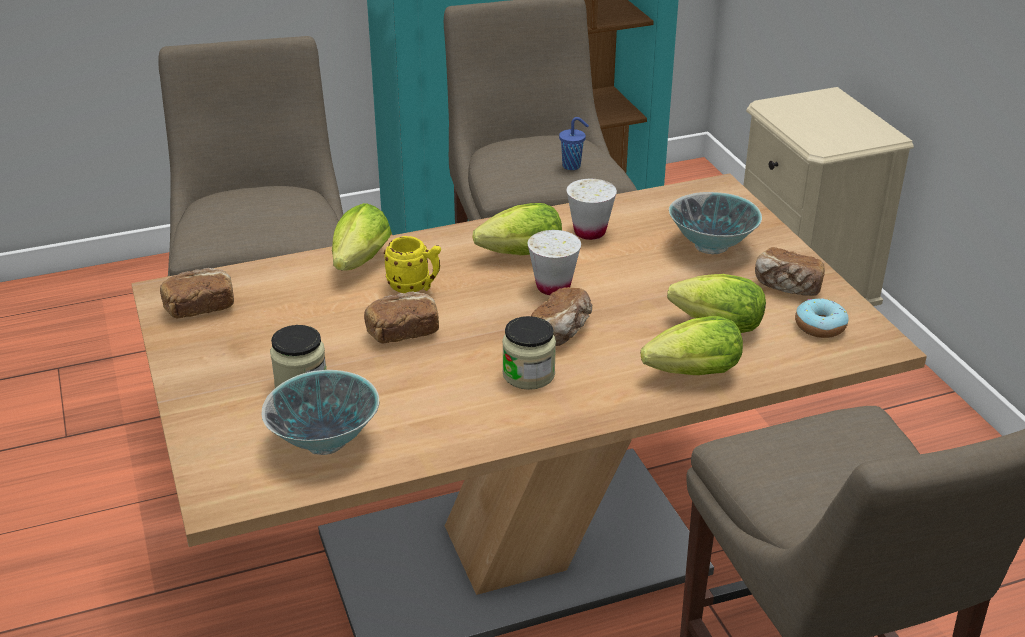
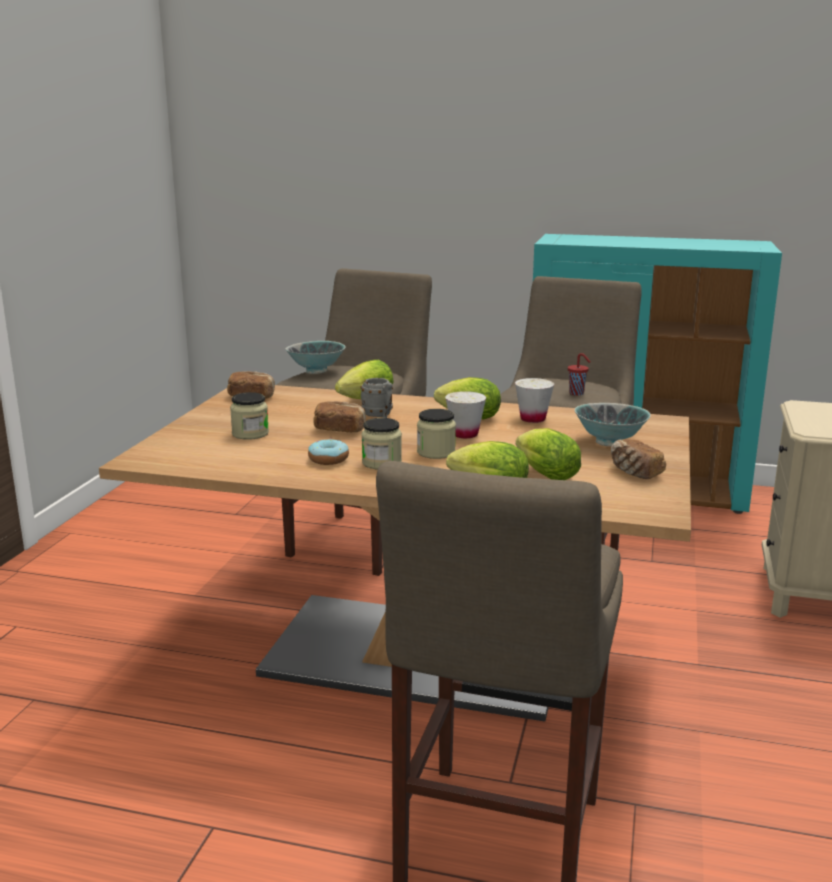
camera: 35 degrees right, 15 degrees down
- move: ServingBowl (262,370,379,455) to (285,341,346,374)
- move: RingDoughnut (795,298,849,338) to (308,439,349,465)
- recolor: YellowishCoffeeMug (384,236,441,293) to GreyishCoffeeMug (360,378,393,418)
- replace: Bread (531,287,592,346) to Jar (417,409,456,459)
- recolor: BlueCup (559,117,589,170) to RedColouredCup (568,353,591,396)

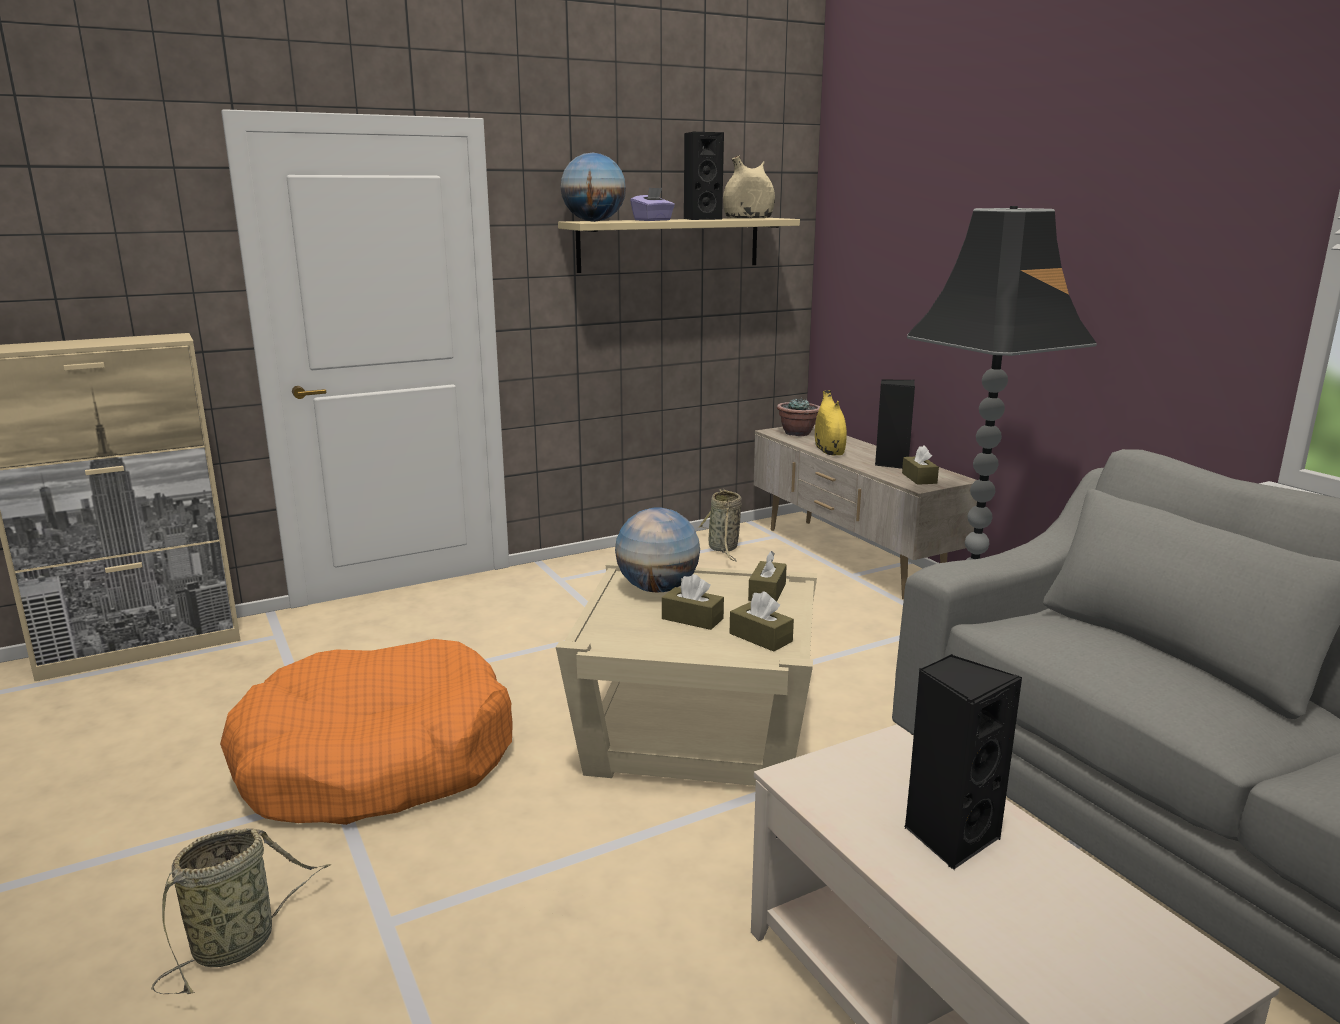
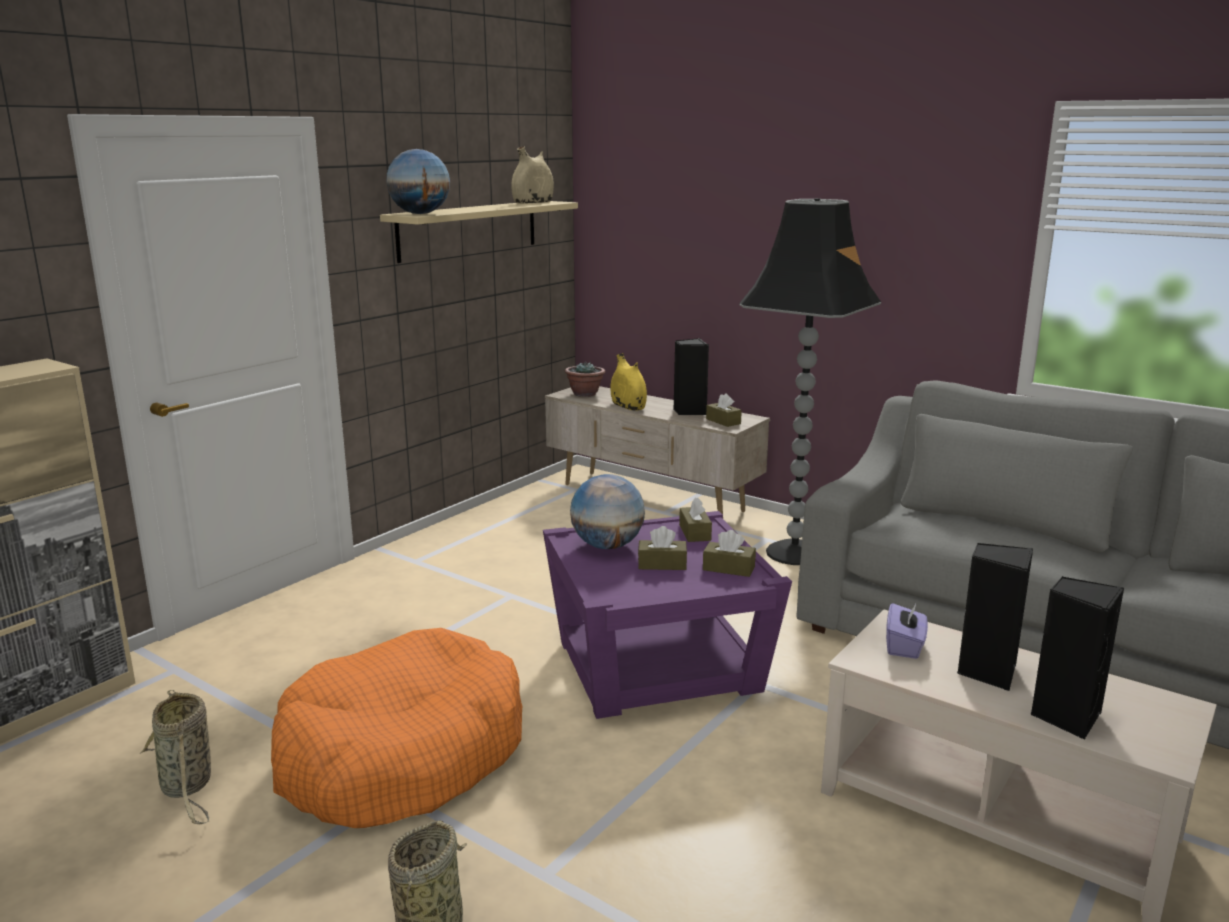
camera: 25 degrees left, 0 degrees up
- move: HouseholdBasket (698,489,742,562) to (140,690,211,824)
- recolor: BeigeEndTable (556,561,817,786) to PurpleEndTable (543,511,792,719)
- move: PurpleTissueBox (630,187,675,221) to (886,602,928,659)
- move: BlackishAudioSpeaker (684,132,724,220) to (1030,577,1124,740)

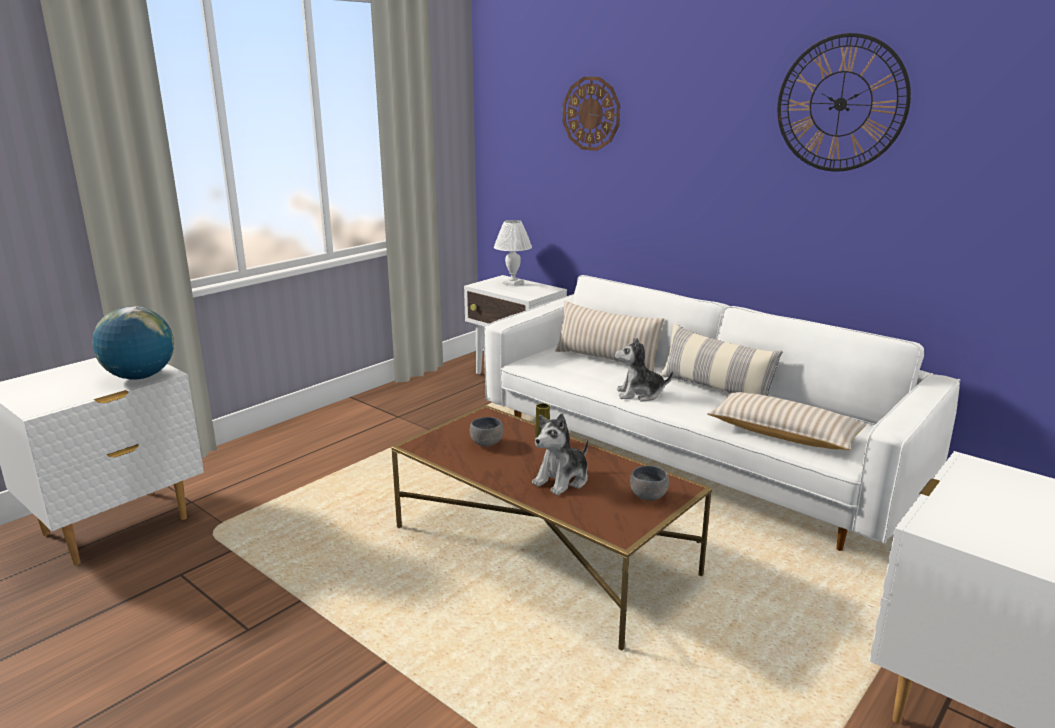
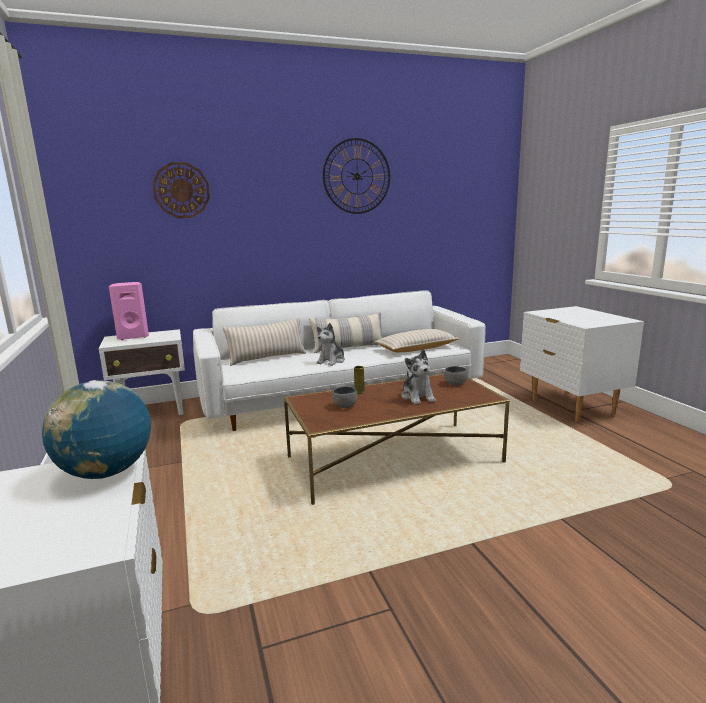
camera: 60 degrees left, 5 degrees down
- replace: WhitishLampForATable (494,220,532,286) to PinkishAudioSpeaker (109,282,149,340)

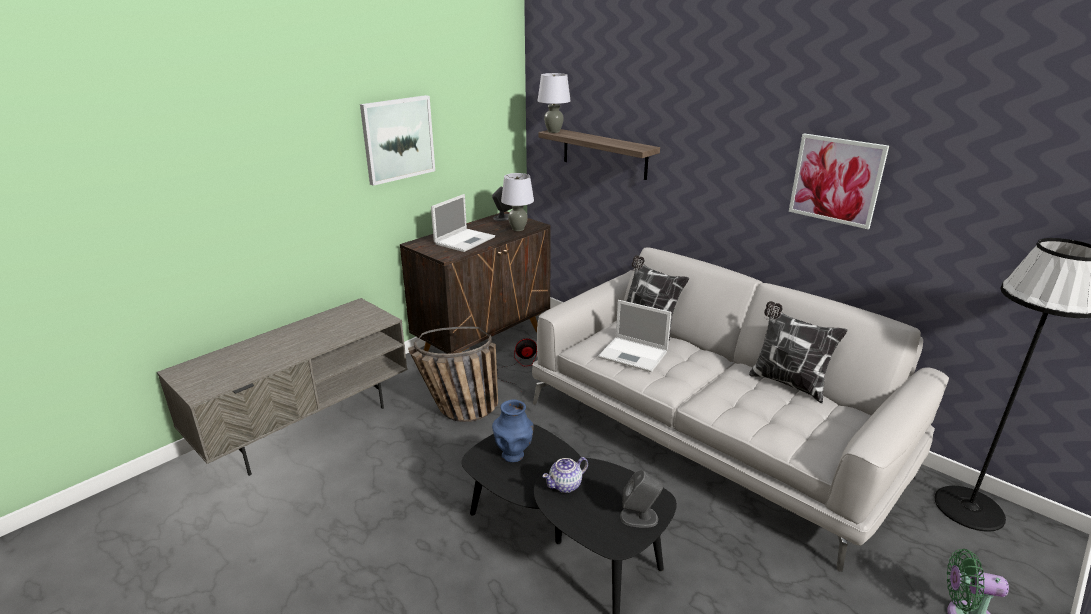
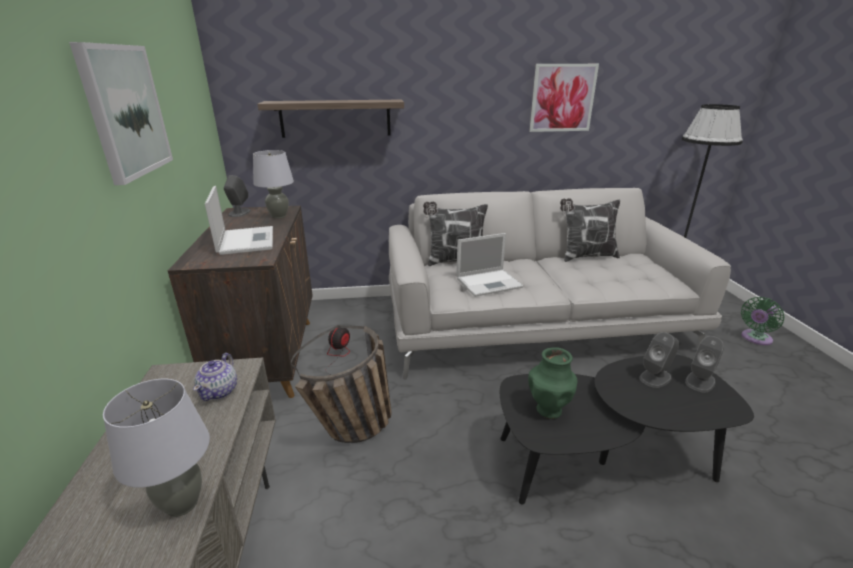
camera: 50 degrees left, 0 degrees up
- move: GreyishLampForATable (538,73,571,133) to (103,379,210,517)
- move: Teapot (542,457,588,493) to (193,353,237,401)
- recolor: BlueFlowerVase (492,400,534,462) to GreenishFlowerVase (528,347,577,419)
- insert: GreyishAudioSpeaker (639,332,679,388)

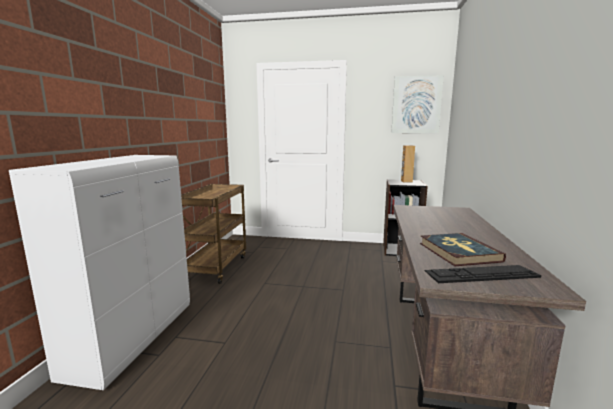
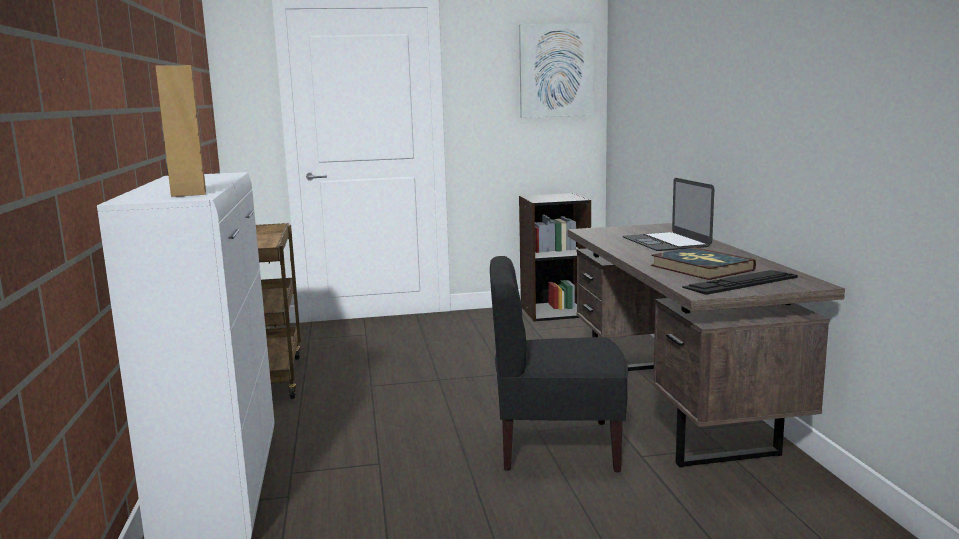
camera: 20 degrees left, 0 degrees up
- move: BrownColouredAudioSpeaker (401,145,415,183) to (155,65,206,197)
- insert: BlackishChair (490,256,628,472)
- insert: PortableComputer (623,178,714,251)

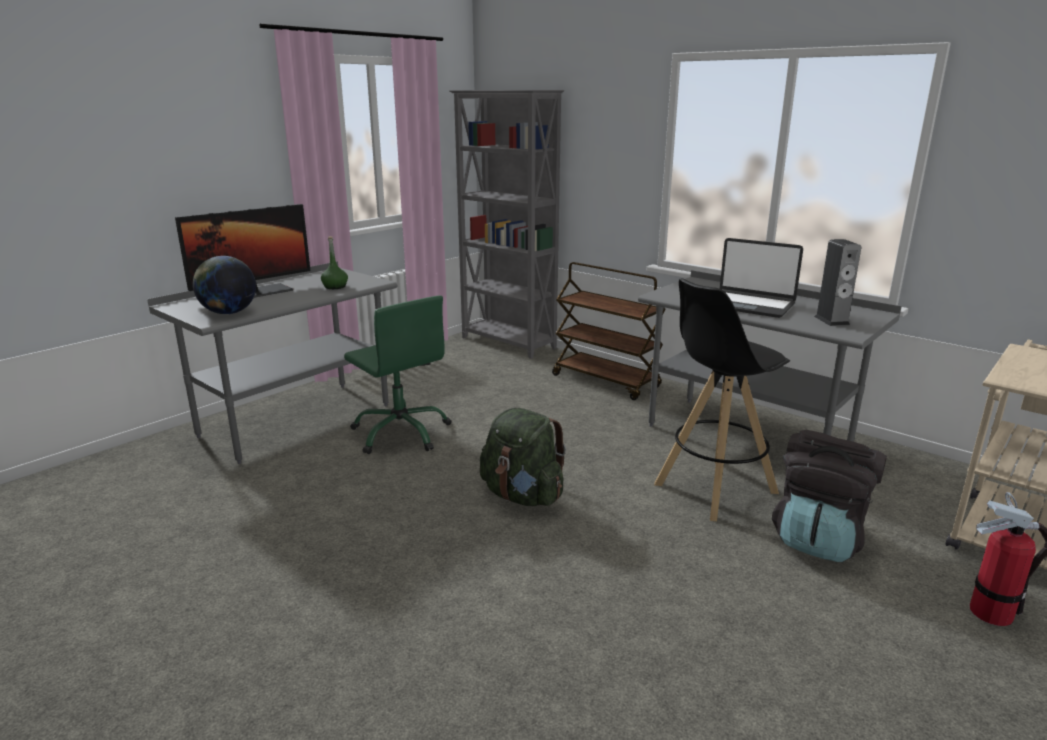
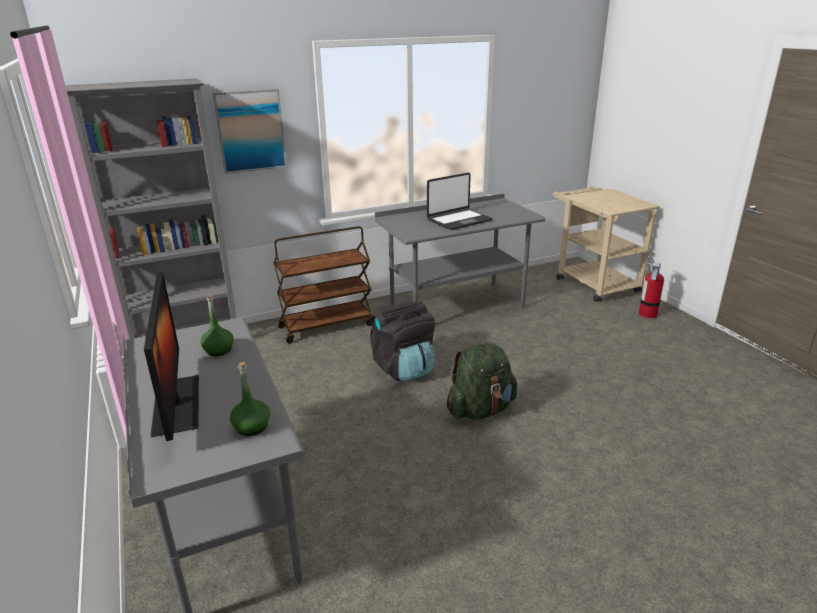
camera: 65 degrees left, 5 degrees up
- insert: WallArt (213,89,287,174)
- replace: Globe (193,256,256,314) to GreenishBottle (230,362,270,436)
- move: BlackishKnapsack (772,430,887,562) to (370,301,435,381)
- delete: GreenishComputerChair (344,295,452,454)
- delete: BlackishStoolSeat (654,278,790,521)
- delete: AudioSpeaker (814,239,861,326)

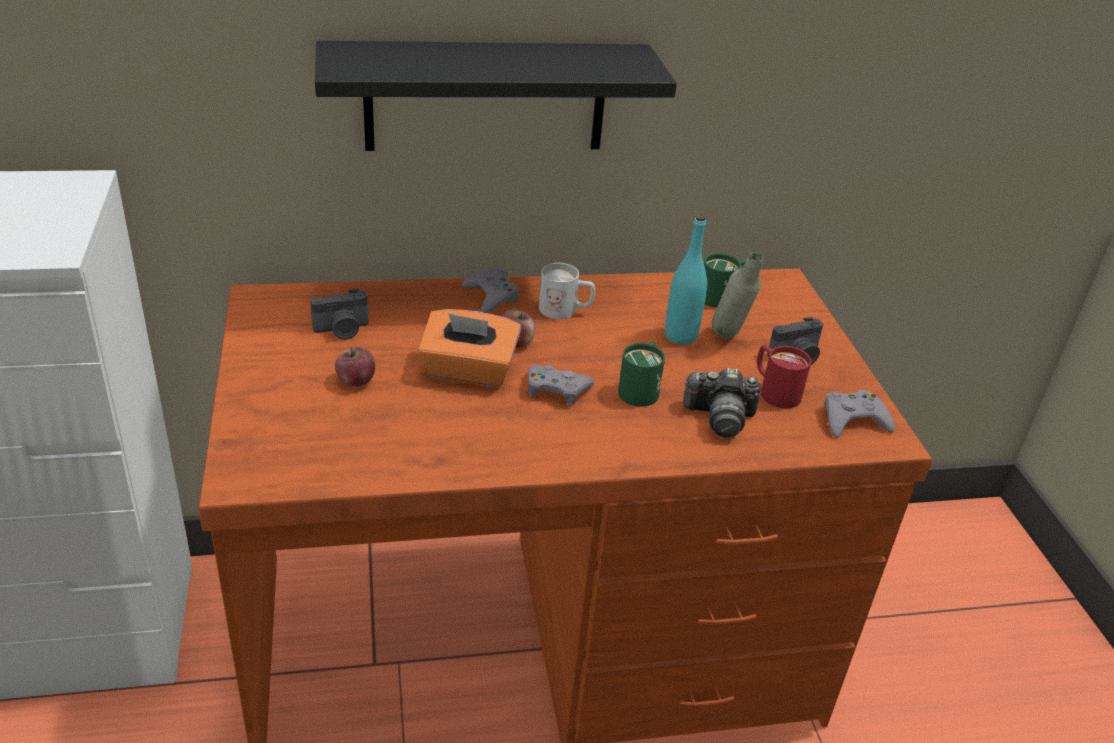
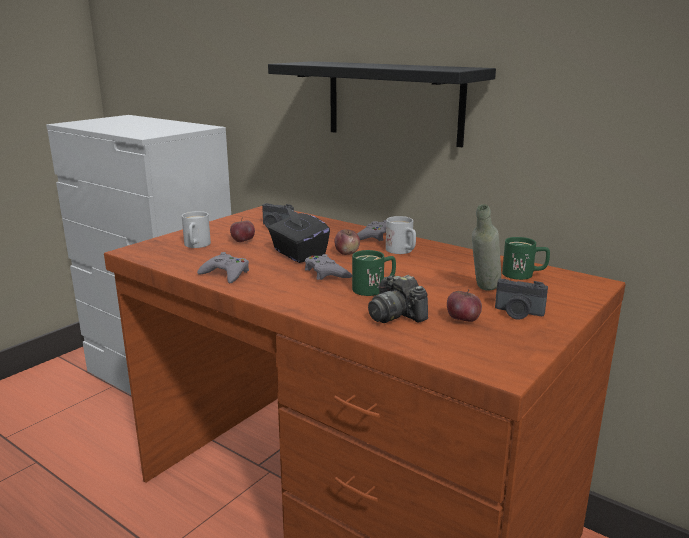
camera: 50 degrees right, 15 degrees down
- insert: WhitishCoffeeMug (182,211,211,248)
- move: GreyishGamepad (824,390,895,438) to (197,252,249,283)
- recolor: OrangeColouredTissueBox (418,309,521,388) to BlackishTissueBox (268,206,330,263)
- replace: RedColouredCoffeeMug (757,345,811,408) to WholeApple (447,289,482,322)
- delete: BlueGreenBottle (665,215,707,345)

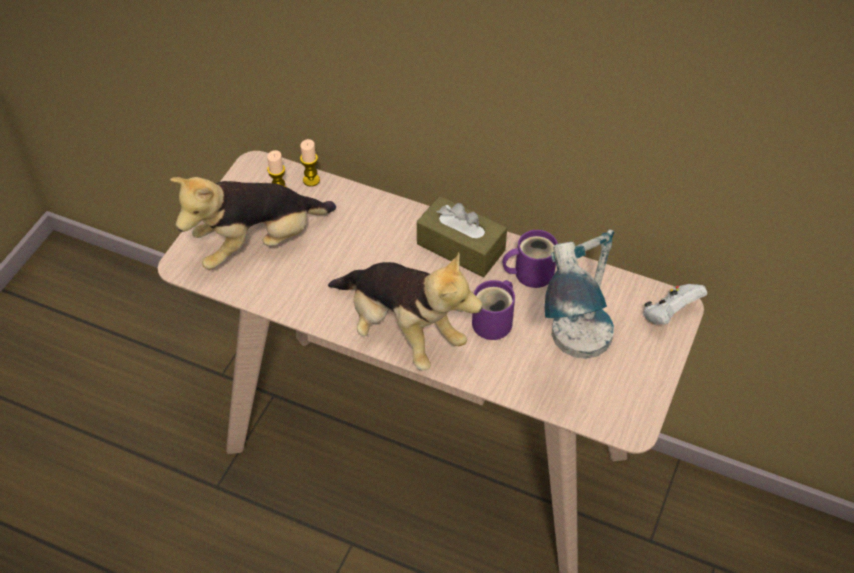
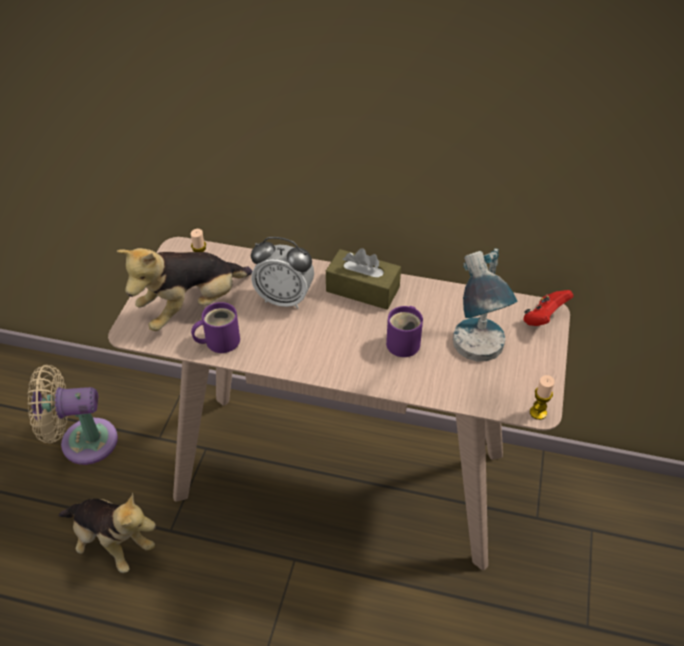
camera: 10 degrees left, 5 degrees down
- insert: BeigeFan (27,365,118,465)
- move: SoftToy (328,252,483,370) to (59,493,156,573)
- move: PurpleCoffeeMug (502,230,558,288) to (191,302,240,353)
- insert: TableClock (251,237,314,309)
- recolor: WhitishGamepad (643,284,707,324) to RedColouredGamepad (523,290,573,326)
- move: Candle (300,139,320,187) to (530,375,555,420)

